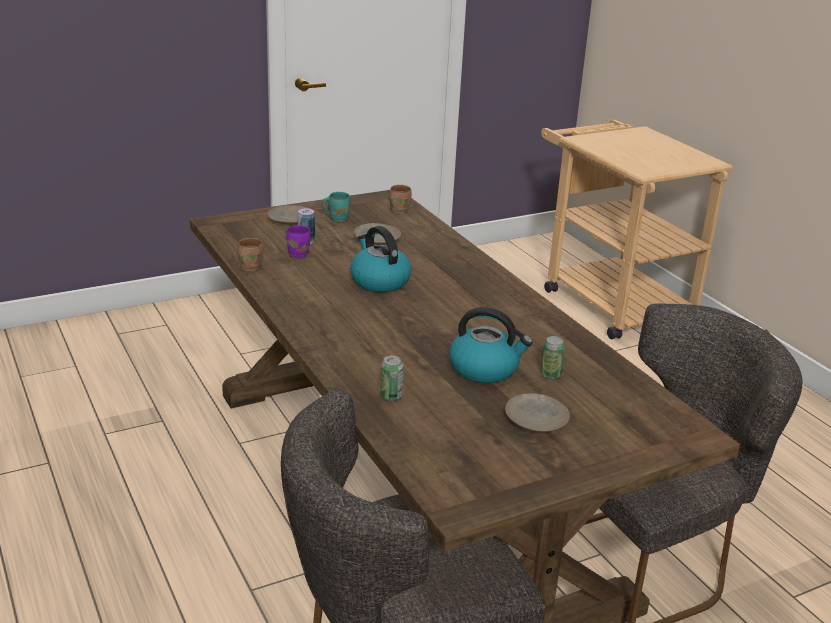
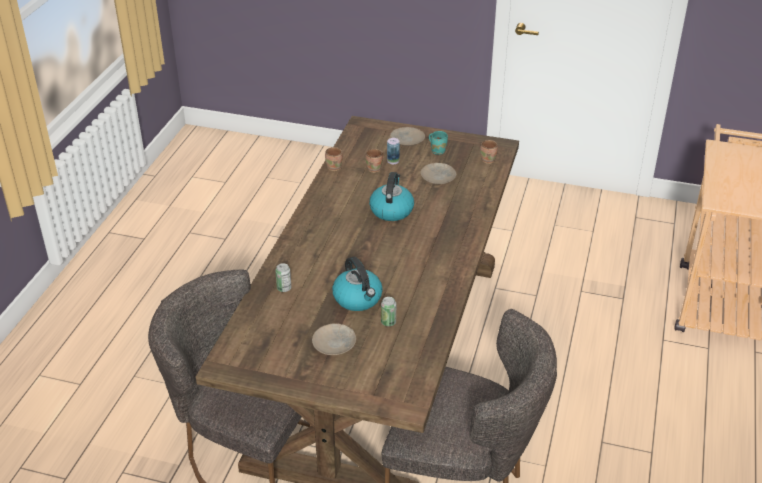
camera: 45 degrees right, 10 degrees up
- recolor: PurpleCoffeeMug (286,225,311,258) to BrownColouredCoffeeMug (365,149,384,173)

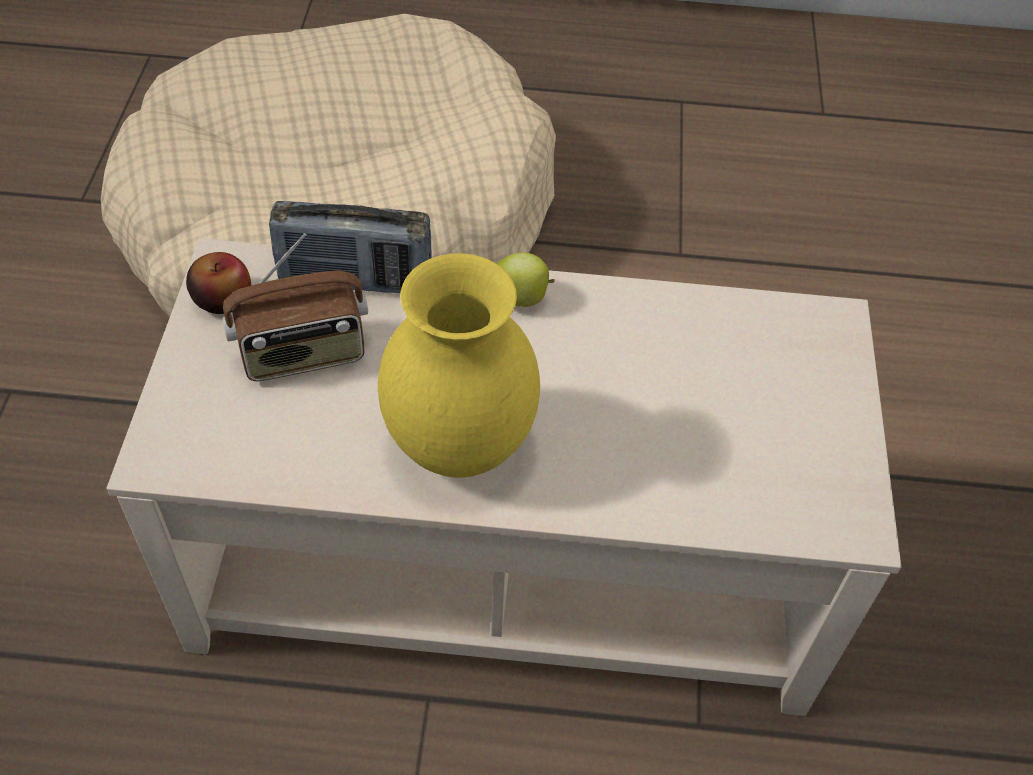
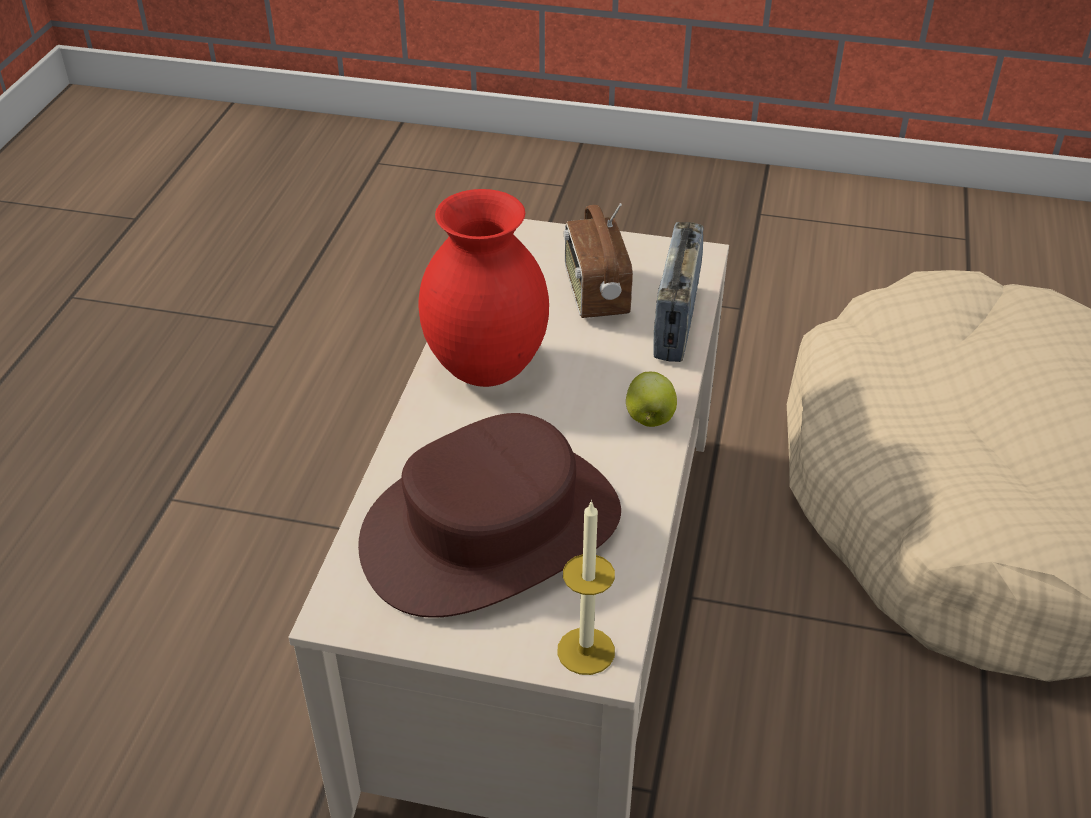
camera: 100 degrees right, 10 degrees down
- insert: BrownColouredClothingHat (358,413,621,618)
- recolor: YellowishFlowerVase (378,253,540,478) to RedColouredFlowerVase (419,189,549,387)
- insert: Candle (557,500,615,675)
- delete: WholeApple (186,252,251,314)

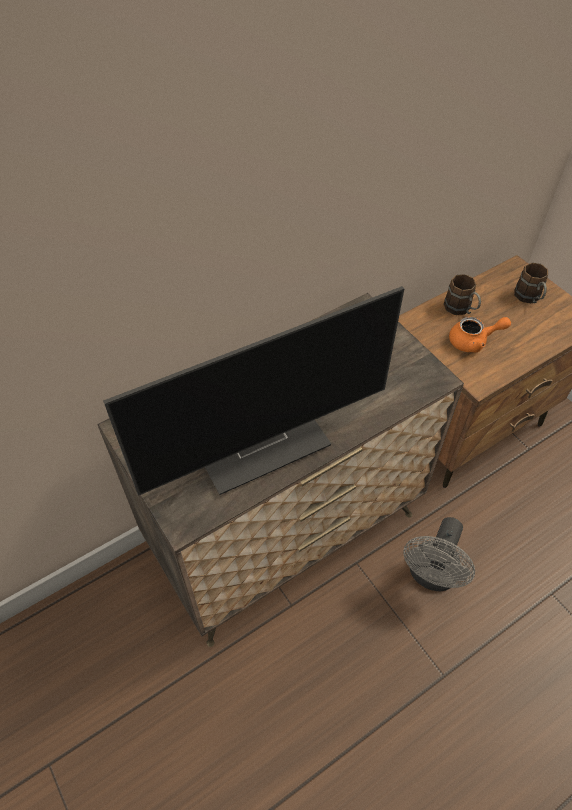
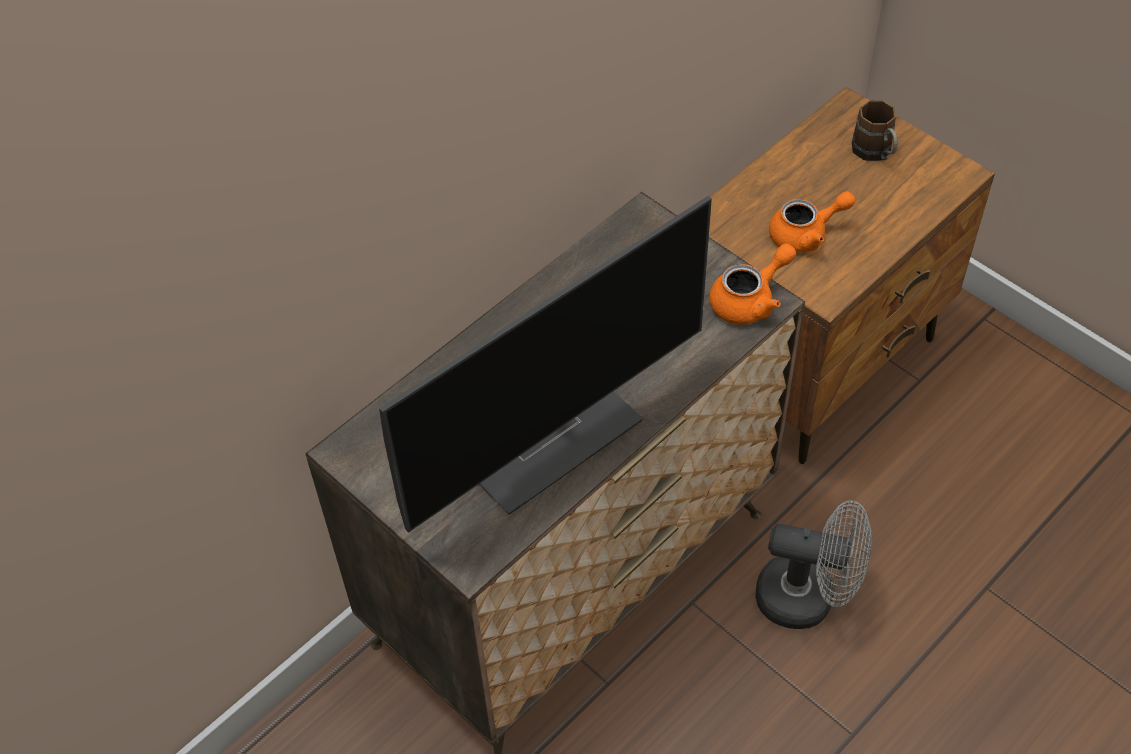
camera: 10 degrees left, 0 degrees up
- insert: OrangeColouredTeapot (709,243,796,325)
- rotate: GreyishFan (403,517,475,591) = (755,500,872,629) 90 degrees counterclockwise
- delete: BrownColouredCoffeeMug (444,274,481,315)

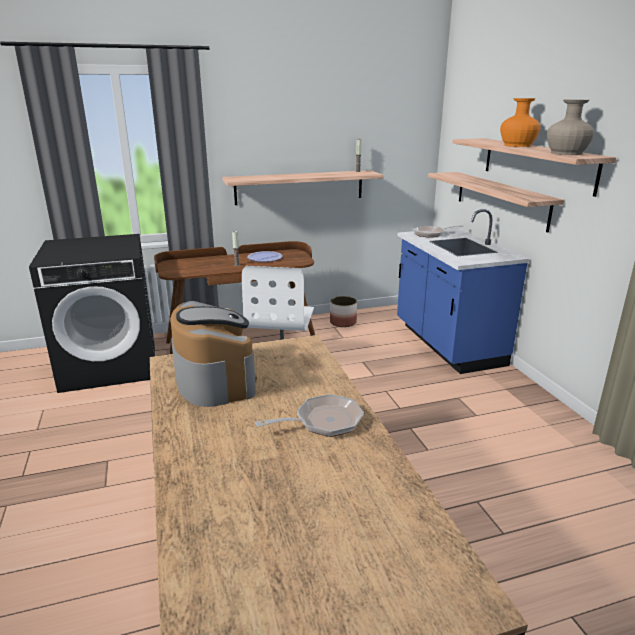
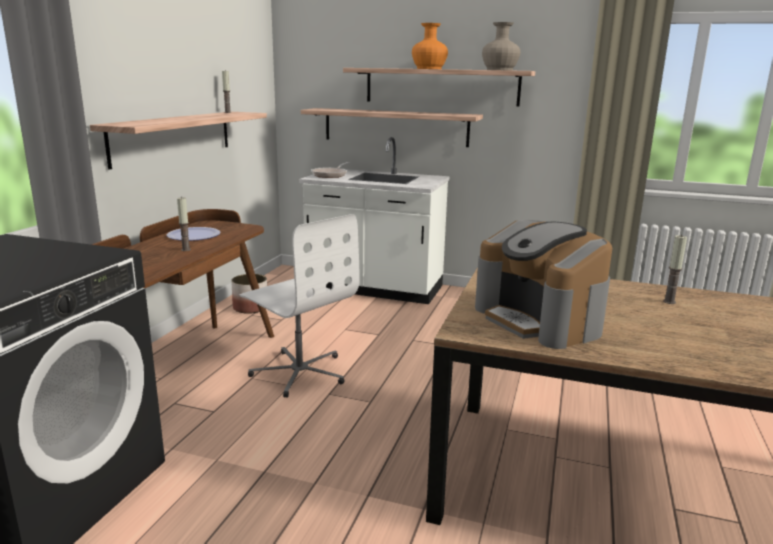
camera: 55 degrees left, 5 degrees down
- recolor: BlueKitchenCounter (397,209,529,374) to WhitishKitchenCounter (299,137,449,304)
- rotate: CoffeeBrewer (170,301,257,407) = (475,220,612,349) 135 degrees counterclockwise
- replace: Skillet (255,394,364,437) to Candle (663,235,687,304)

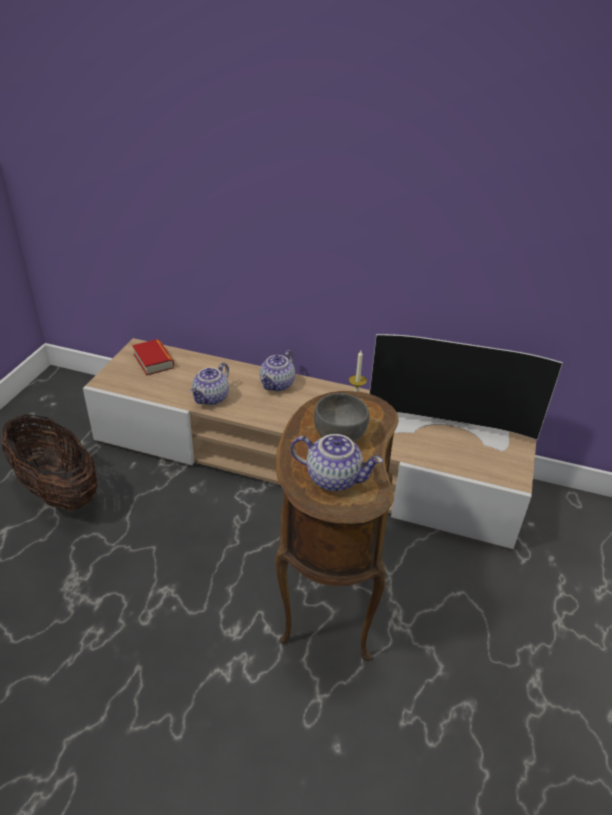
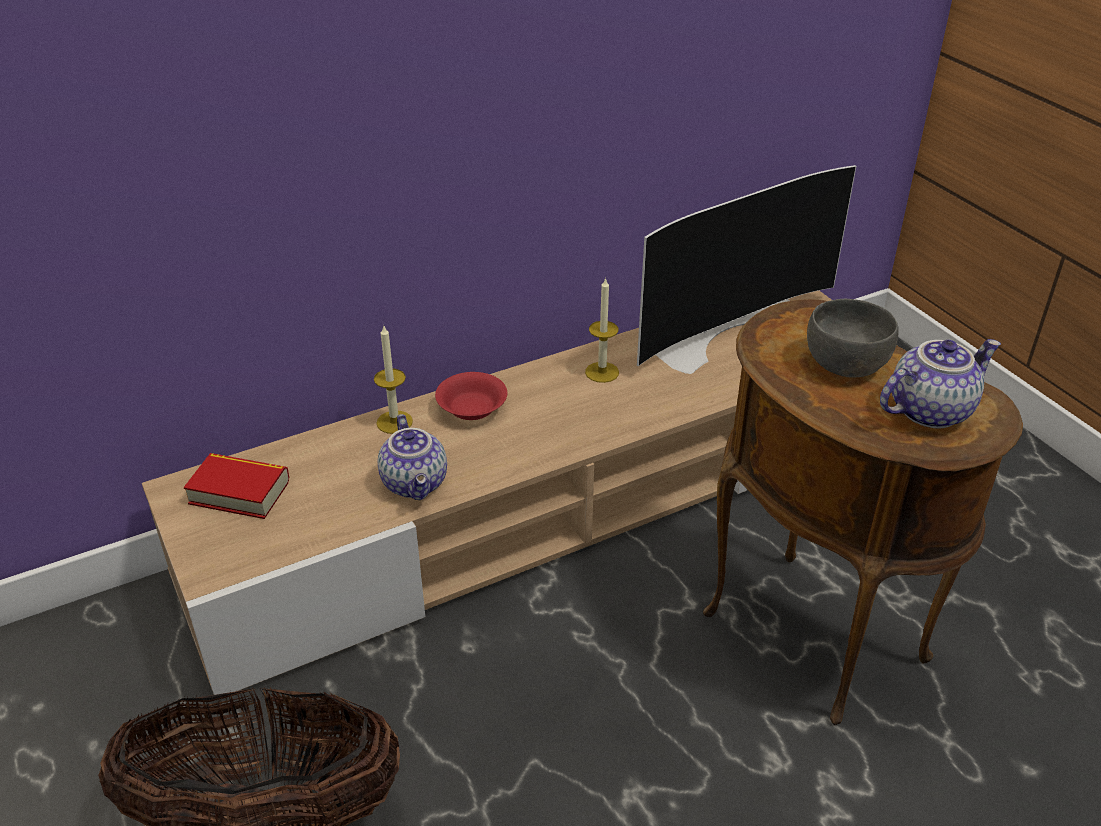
camera: 45 degrees left, 0 degrees up
- insert: Candle (374,326,413,434)
- replace: Teapot (260,350,295,391) to RedColouredServingBowl (435,372,507,420)

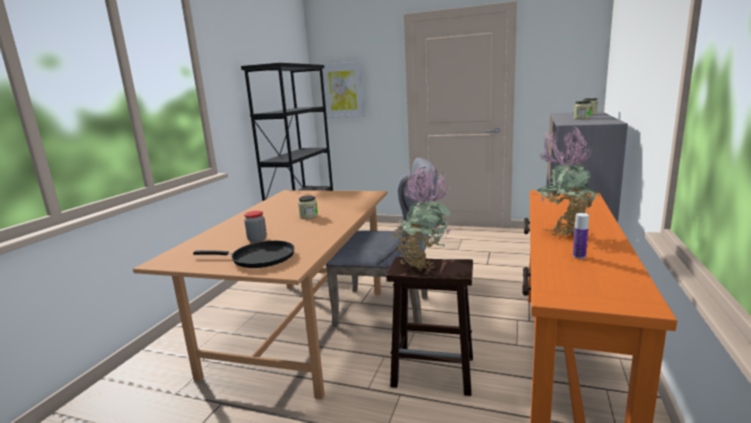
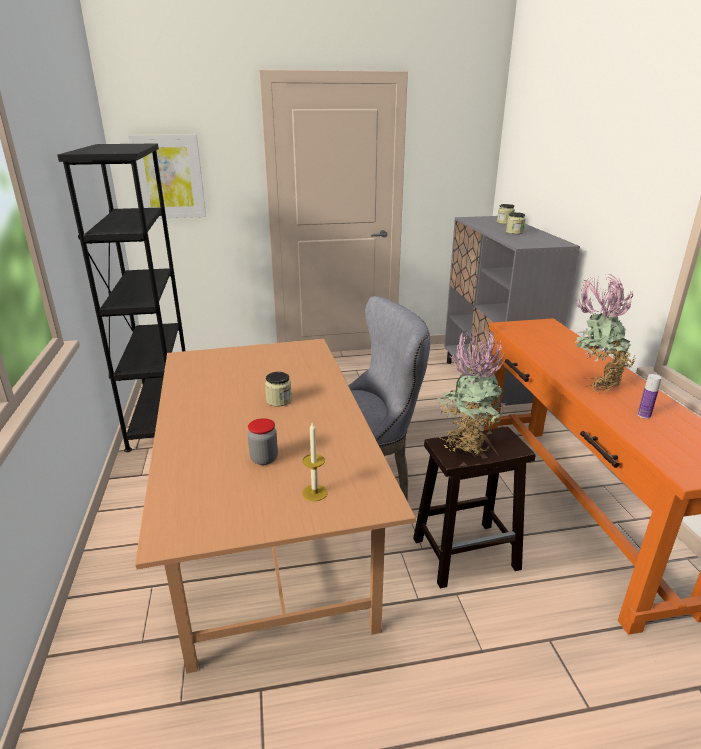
camera: 30 degrees left, 10 degrees up
- replace: BlackishSkillet (193,241,295,268) to Candle (302,421,328,501)

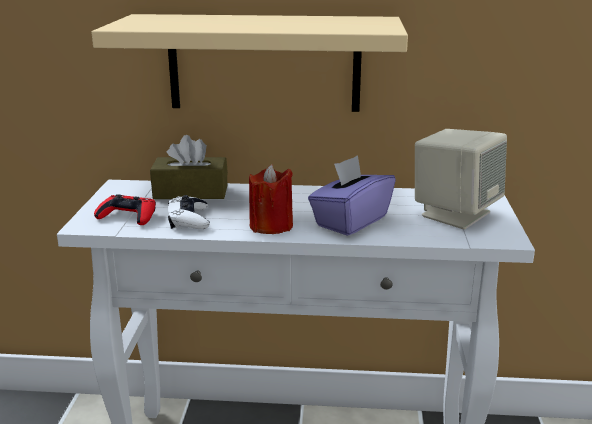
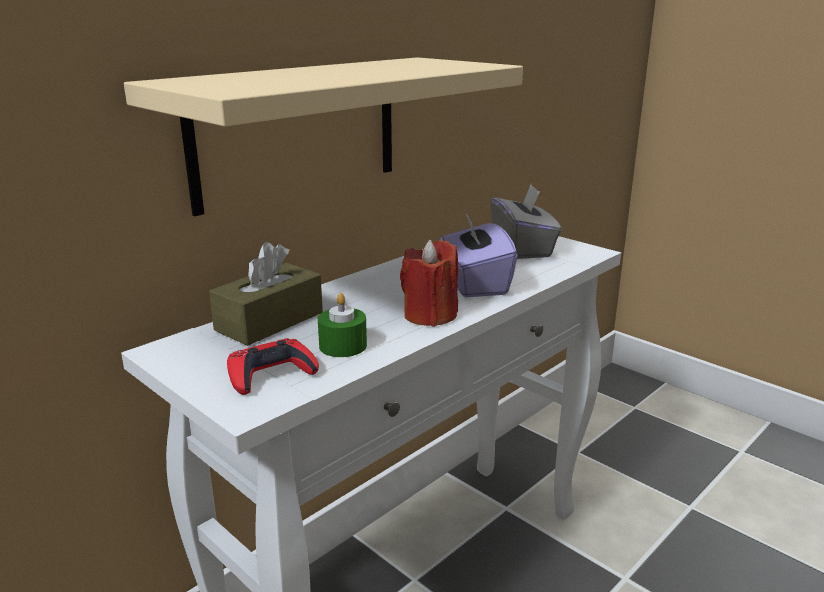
camera: 50 degrees left, 0 degrees up
- replace: WhitishGamepad (168,195,210,229) to GreenishCandle (318,293,367,357)
- replace: BeigeAudioSpeaker (415,129,507,229) to GreyishTissueBox (491,185,562,259)

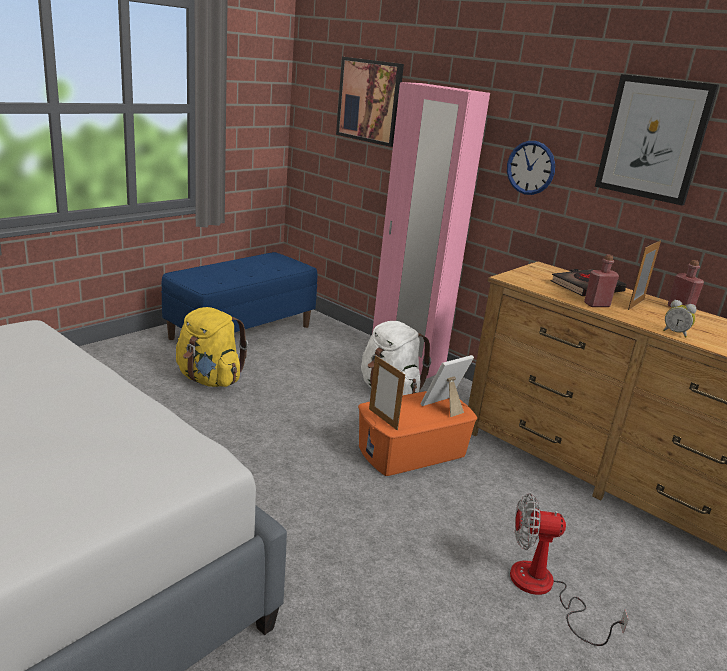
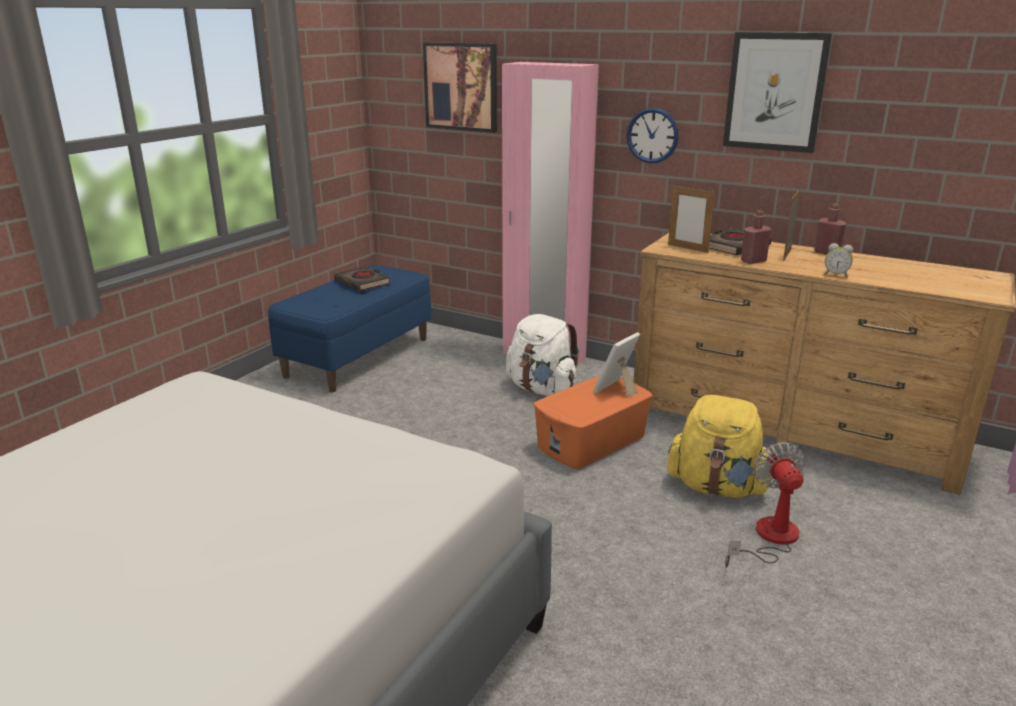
camera: 10 degrees left, 0 degrees up
- insert: BlackishBook (334,267,391,291)
- move: YellowishKnapsack (176,307,248,387) to (667,395,771,498)
- move: PhotoFrame (369,355,405,430) to (668,184,715,253)
- rotate: Fan (510,493,629,646) = (725,442,805,568) 90 degrees clockwise

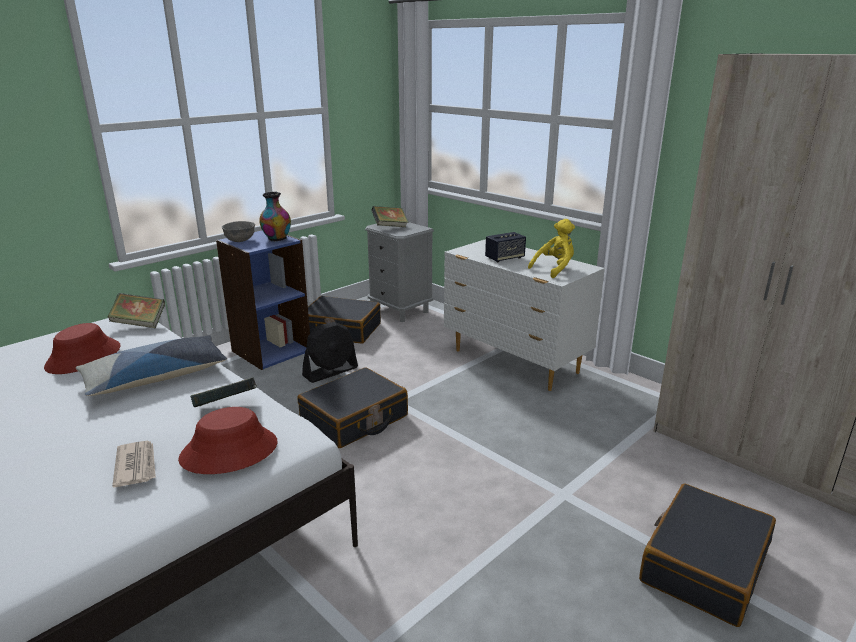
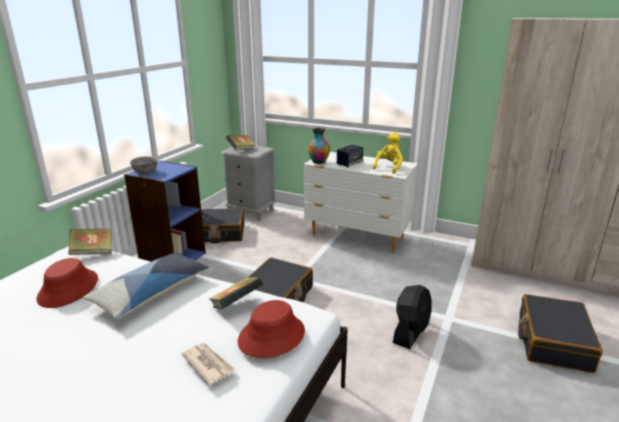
camera: 20 degrees left, 0 degrees up
- move: FlowerVase (259,192,291,241) to (308,128,330,164)
- move: BlackishFan (302,322,358,383) to (393,285,431,349)

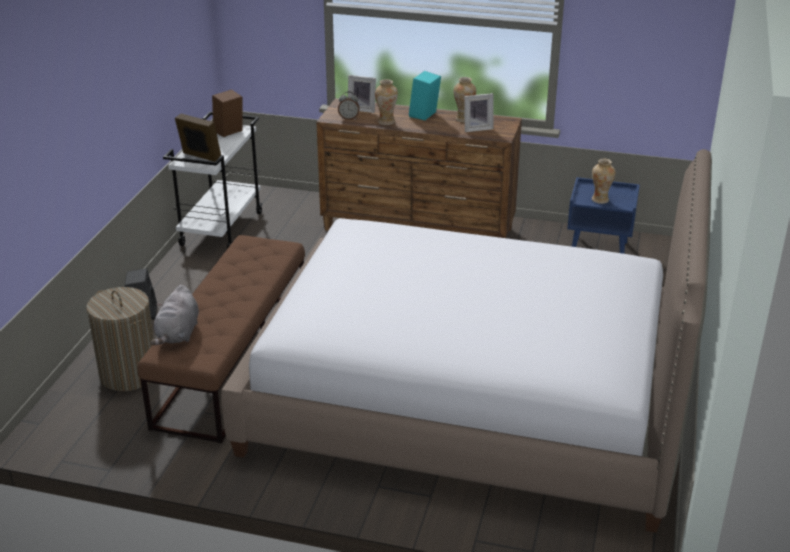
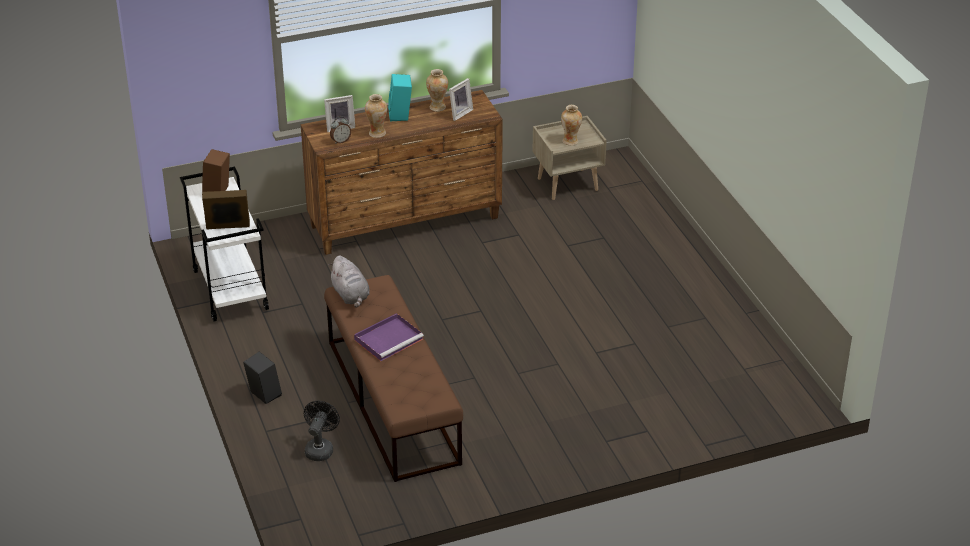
camera: 35 degrees left, 5 degrees up
- replace: Hamper (86,287,154,391) to BlackishFan (304,401,340,461)
- move: GreyishSoftToy (150,285,199,345) to (329,255,370,308)
- insert: PurpleServingTray (354,313,424,361)
- recolor: BlueNightstand (567,177,640,254) to BeigeNightstand (532,116,607,200)
- delete: SleepingBed (221,149,712,533)

